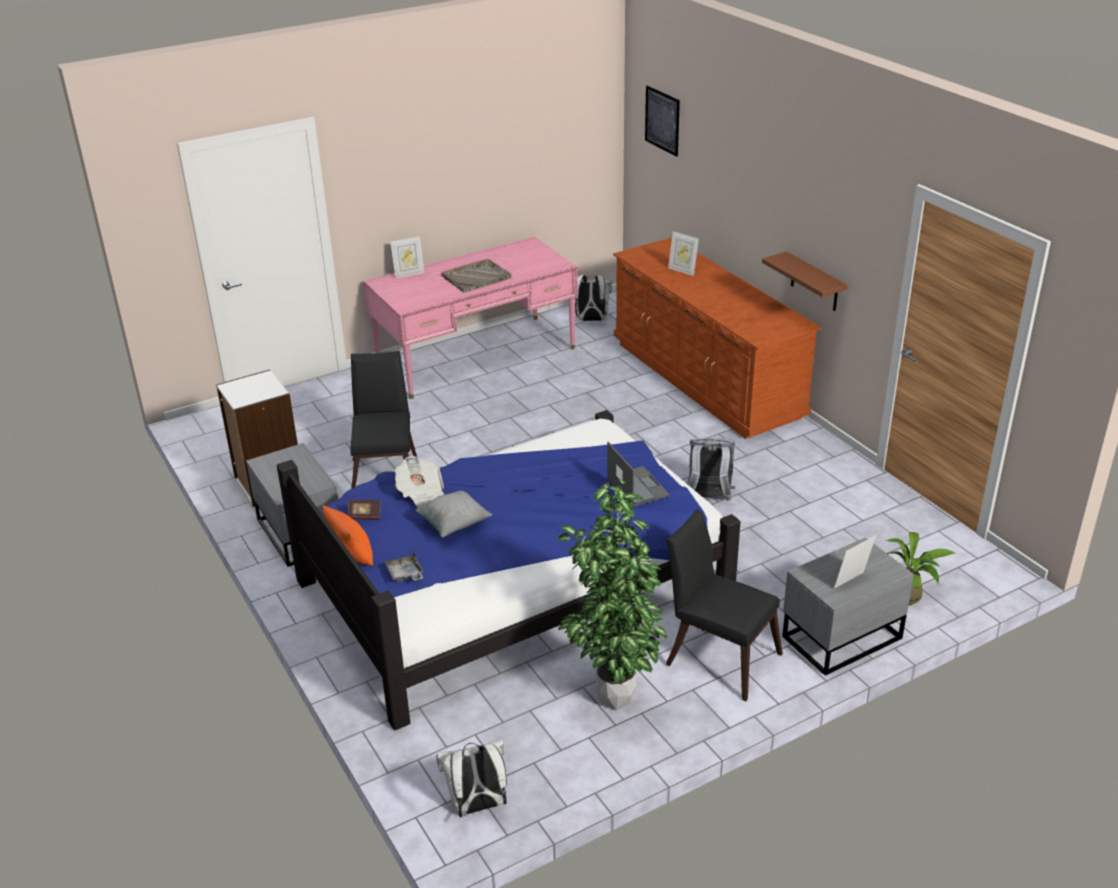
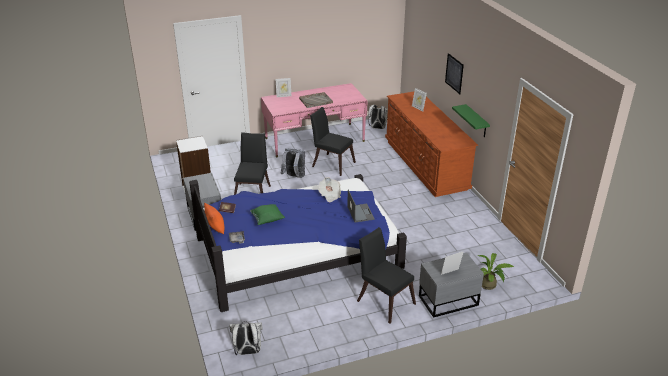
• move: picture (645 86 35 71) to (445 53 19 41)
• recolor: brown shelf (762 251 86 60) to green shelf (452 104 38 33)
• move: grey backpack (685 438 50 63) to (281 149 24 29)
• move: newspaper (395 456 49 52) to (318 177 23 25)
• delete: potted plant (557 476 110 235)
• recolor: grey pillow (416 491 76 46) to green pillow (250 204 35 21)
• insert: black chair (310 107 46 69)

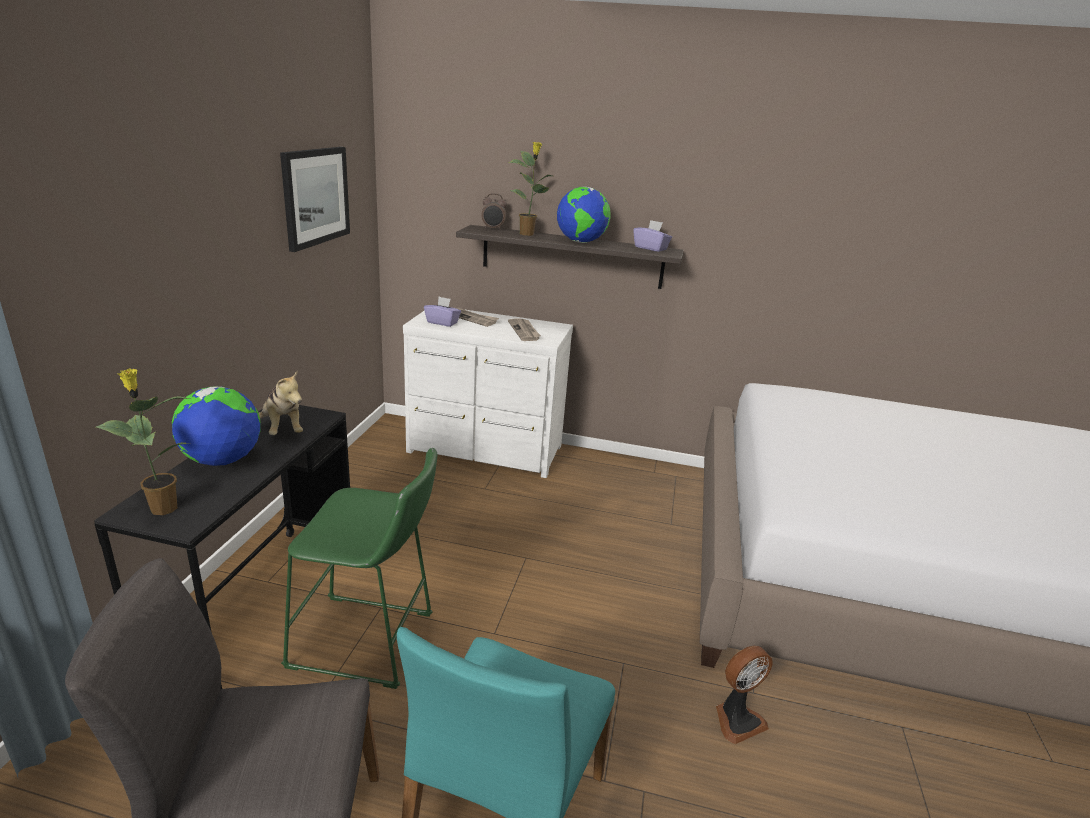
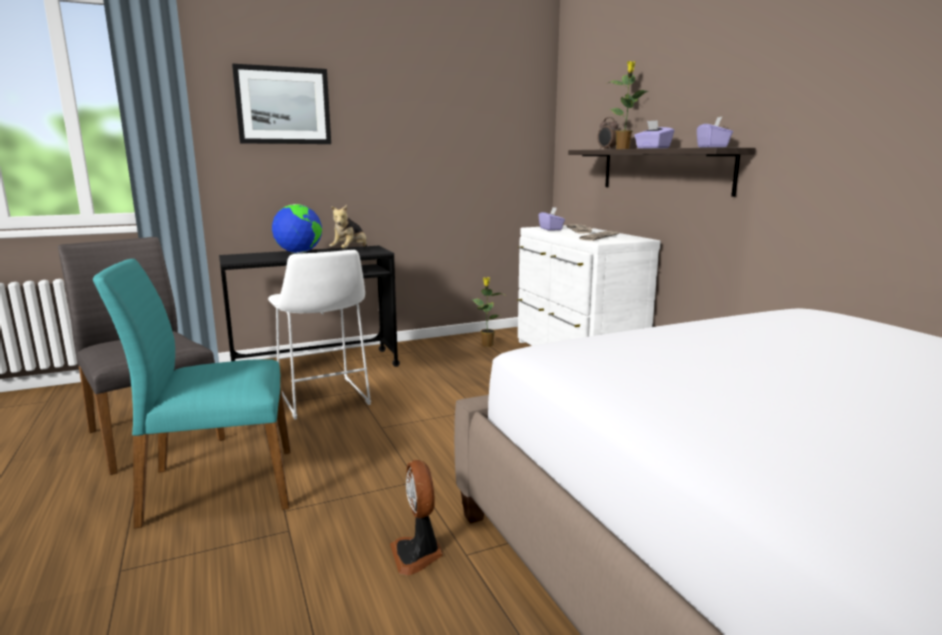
• move: picture (280 147 70 105) to (232 64 99 80)
• replace: globe (557 187 54 56) to purple tissue box (634 120 40 29)
• move: potted plant (96 368 94 147) to (472 277 32 70)
• recolor: green stool (281 448 156 241) to white stool (268 250 103 170)
• rotate: fan (716 646 57 98) = (390 460 53 116) 45 degrees clockwise

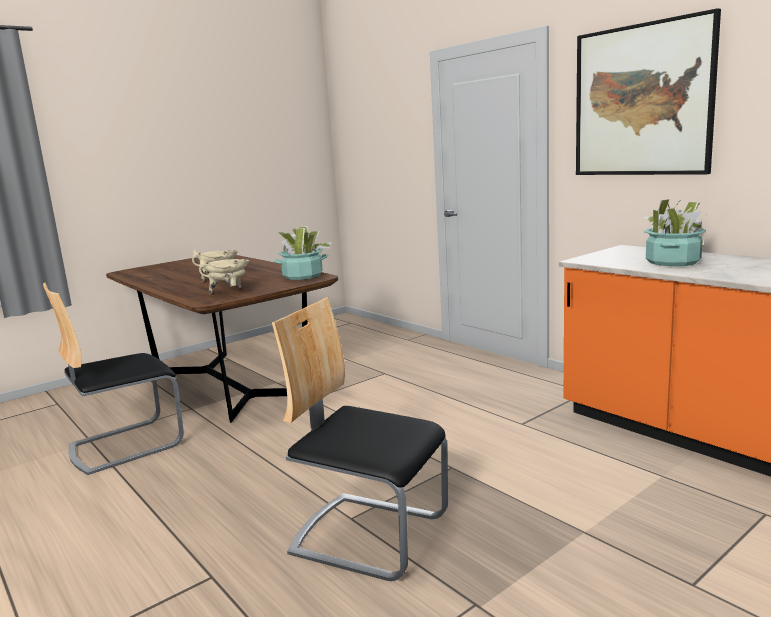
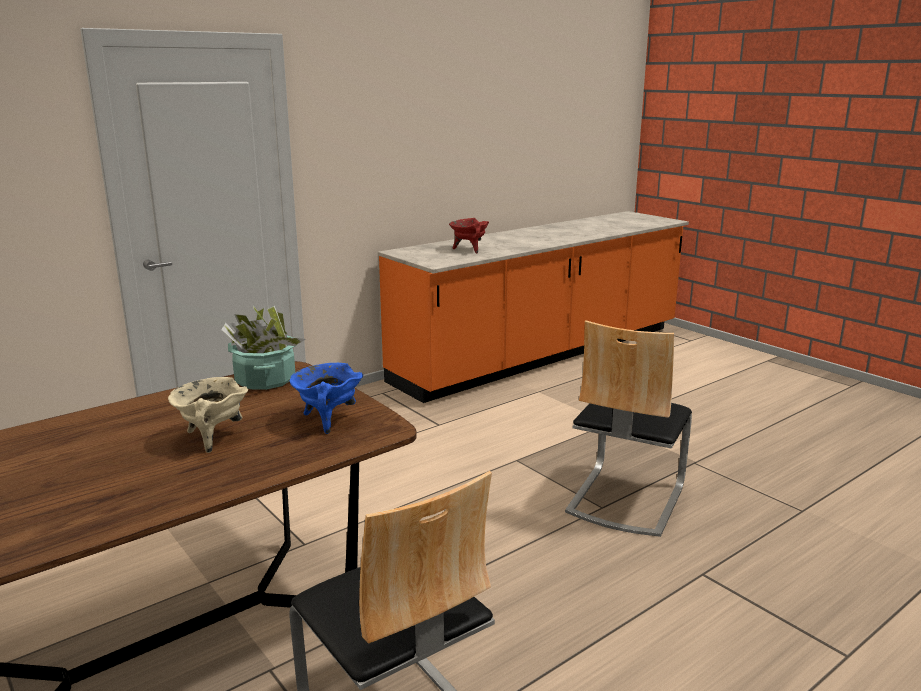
• delete: picture (576 8 145 167)
• replace: potted plant (644 199 62 67) to red cooking pot (449 218 40 35)
• recolor: beige cooking pot (199 259 50 35) to blue cooking pot (290 363 73 71)

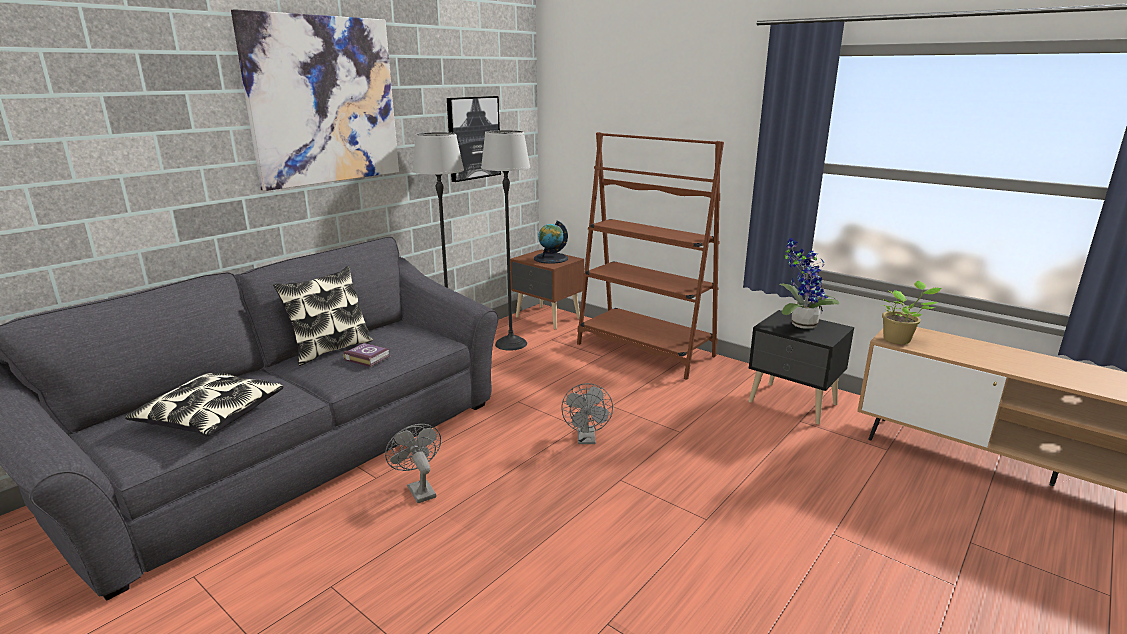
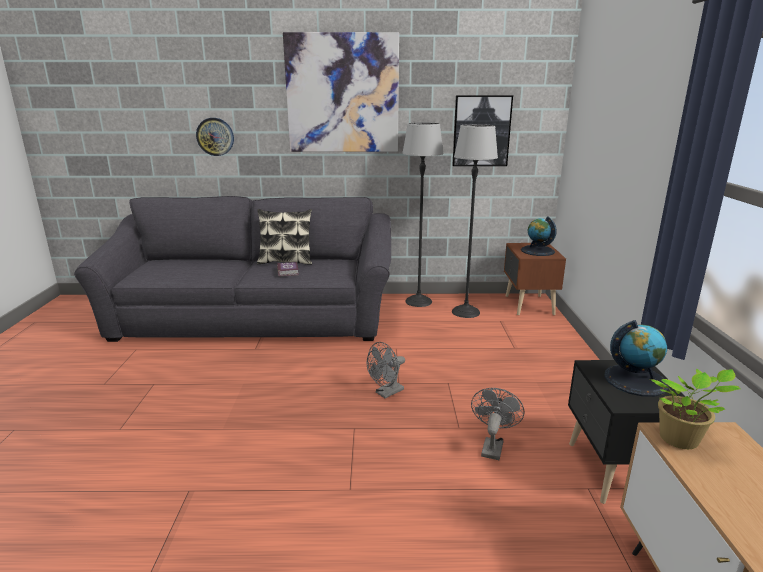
• delete: brown bookcase (577 132 147 248)
• replace: potted plant (779 238 60 91) to globe (604 320 65 77)
• delete: pillow (125 373 159 63)
• move: grey fan (385 424 56 79) to (471 388 54 72)
• insert: wall clock (196 118 38 38)

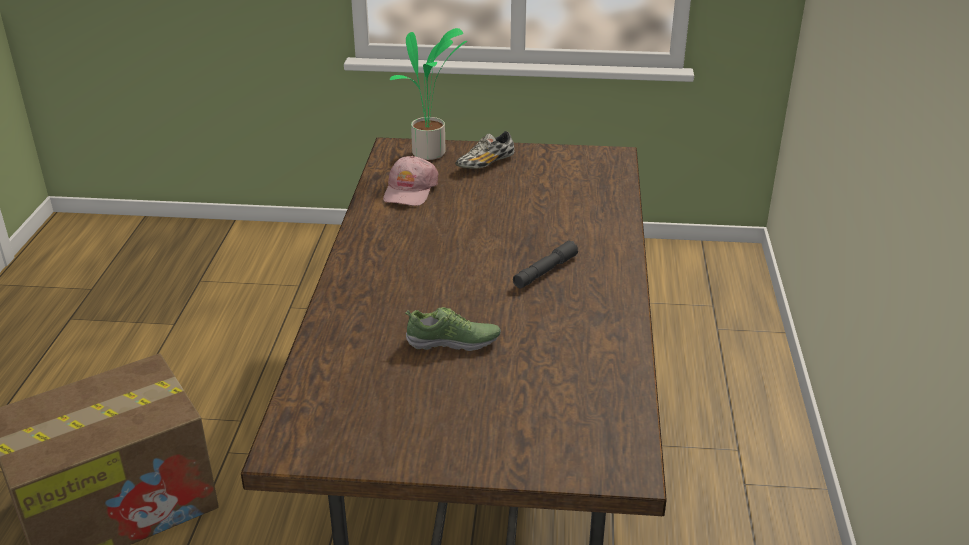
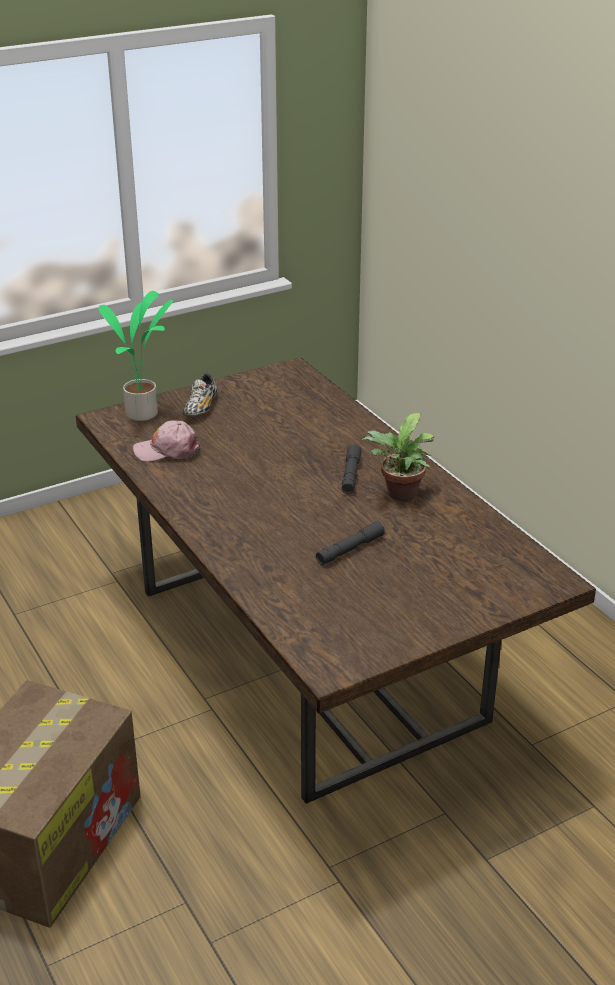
• rotate: pink cap (383 156 55 50) = (133 420 67 42) 105 degrees clockwise
• replace: shoe (405 307 96 44) to grey flashlight (316 521 69 44)
• insert: potted plant (362 413 72 88)

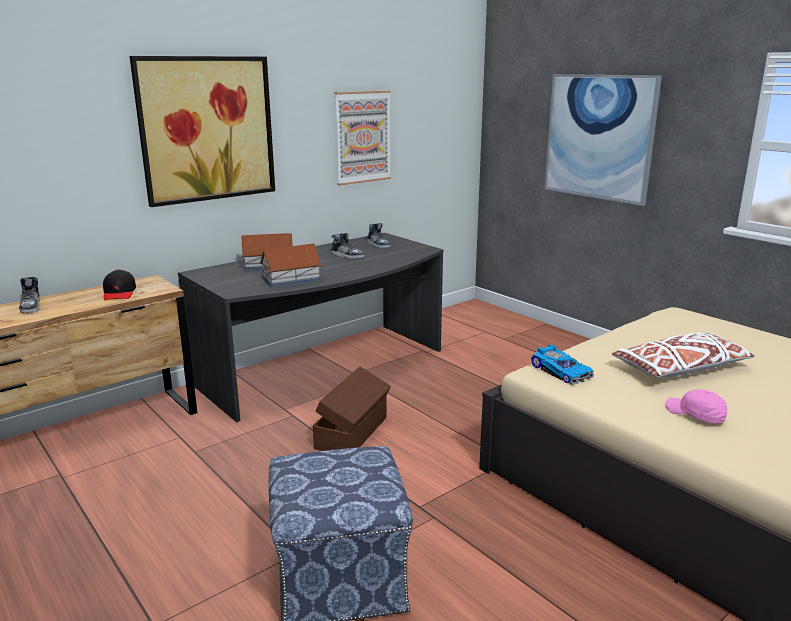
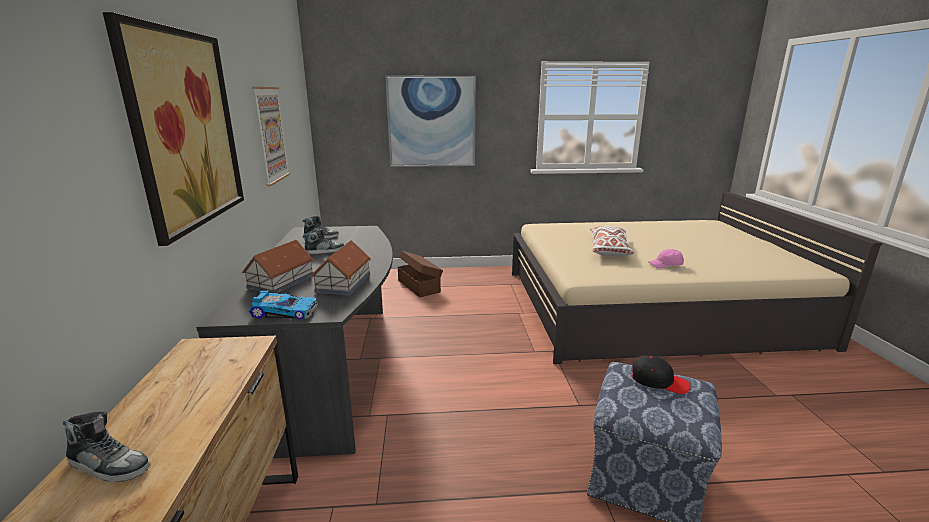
• move: black cap (103 269 33 32) to (632 355 59 39)
• move: toy car (531 344 63 41) to (249 291 69 28)
• move: brown storage box (313 367 78 84) to (398 251 45 46)

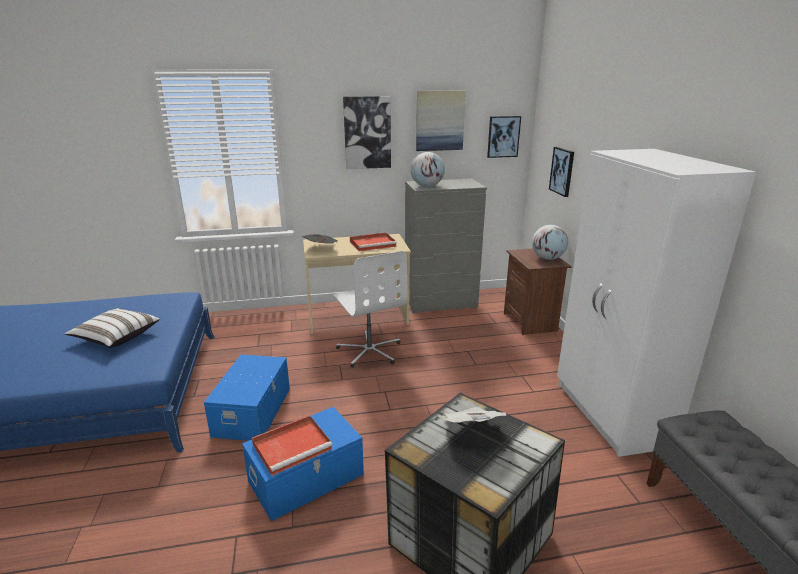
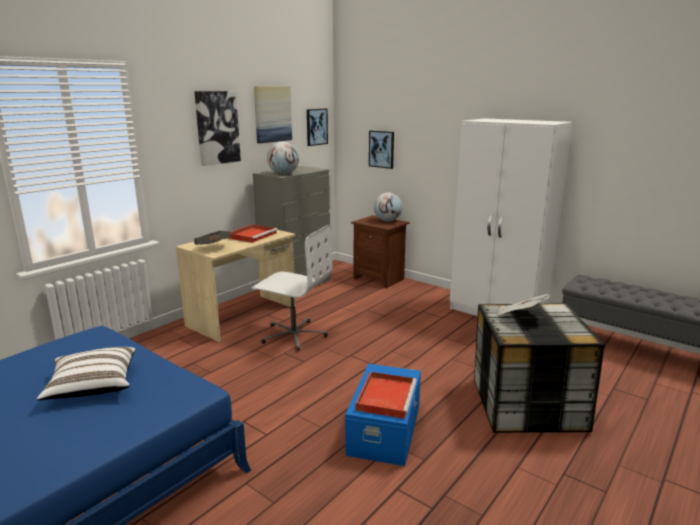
• delete: blue storage box (204 354 86 87)

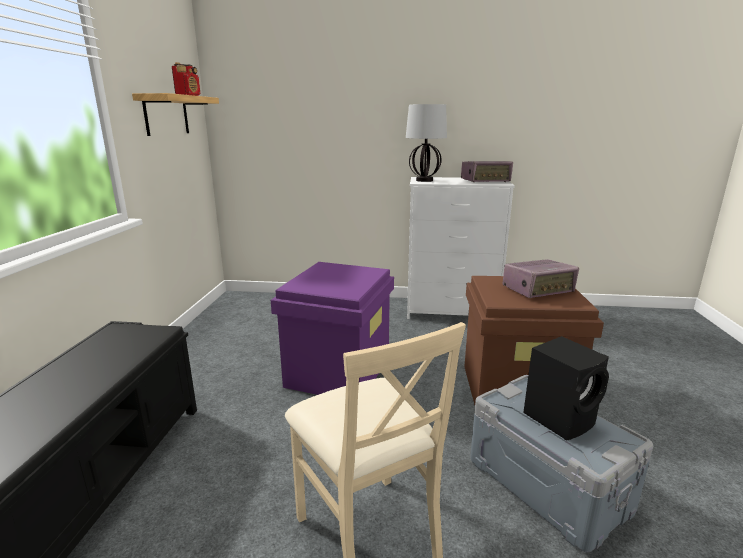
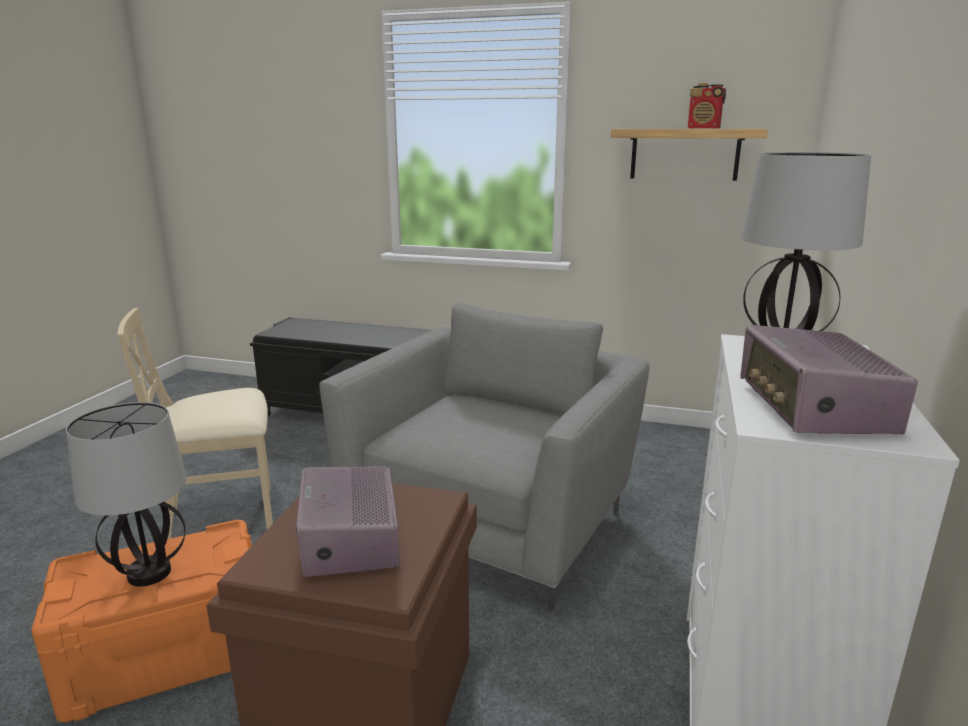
• replace: purple storage box (271 262 123 133) to grey armchair (319 303 331 308)
• replace: black speaker (523 336 86 105) to table lamp (66 402 120 185)
• recolor: grey storage box (470 375 183 178) to orange storage box (31 520 221 202)

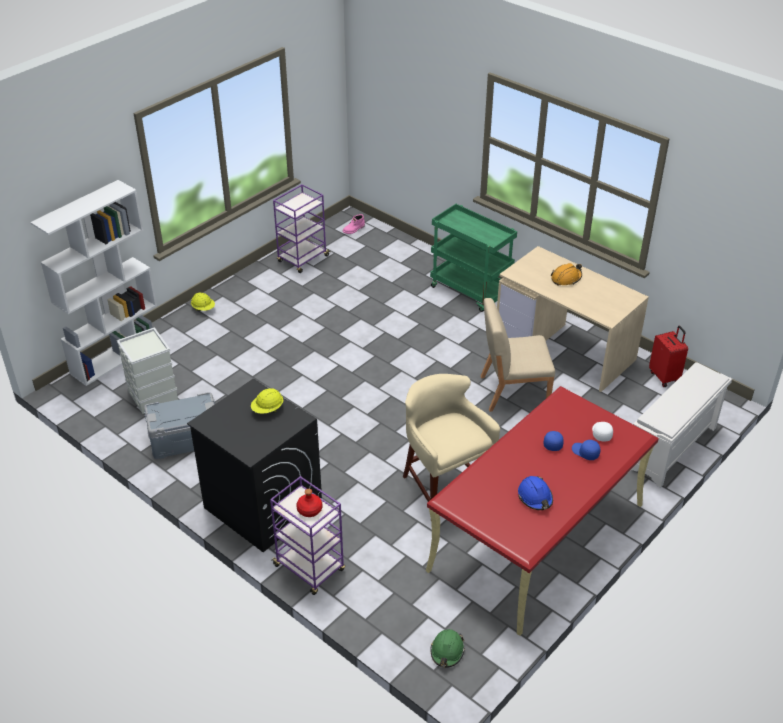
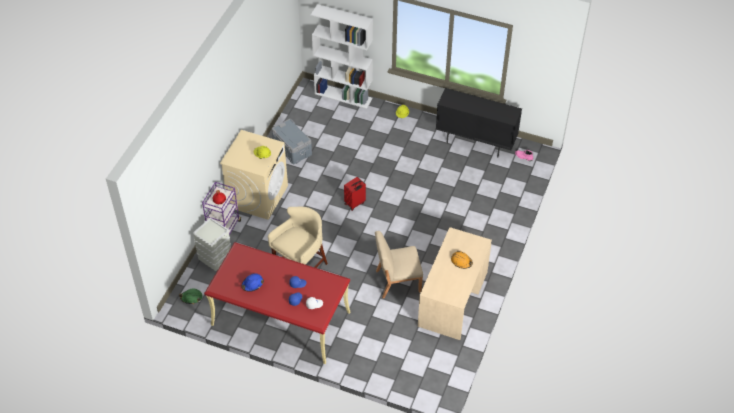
• replace: purple cart (273 184 57 89) to black cabinet (436 88 86 69)
• delete: green cart (430 204 87 108)
• rotate: beige chair (481 298 74 114) = (375 231 48 67) 75 degrees counterclockwise
• move: red suitcase (649 326 39 61) to (344 177 22 34)
• move: grey storage box (117 327 61 87) to (193 218 38 53)
• delete: white shoe rack (630 362 102 126)
• recolor: black washing machine (187 379 135 173) to beige washing machine (220 130 68 90)

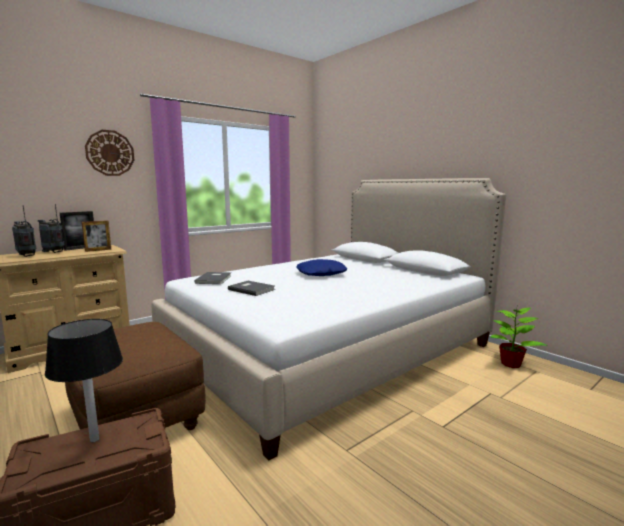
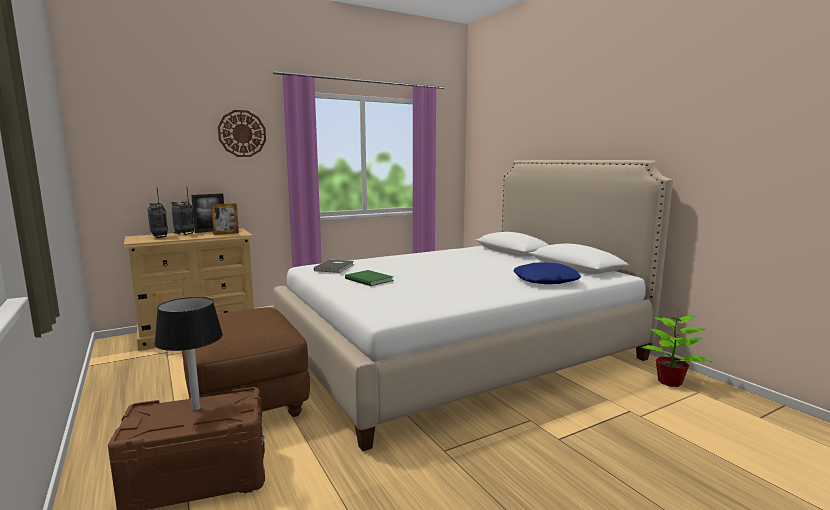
• move: blue pillow (296 259 51 17) to (514 262 67 22)
• recolor: grey book (228 281 47 15) to green book (345 270 49 16)

